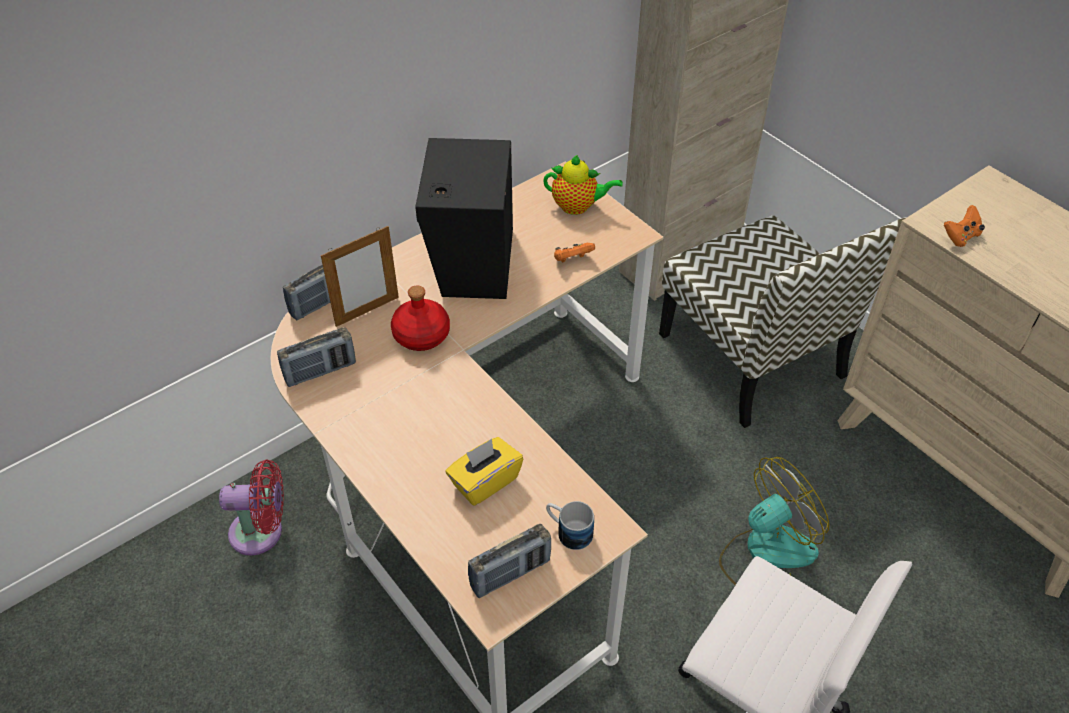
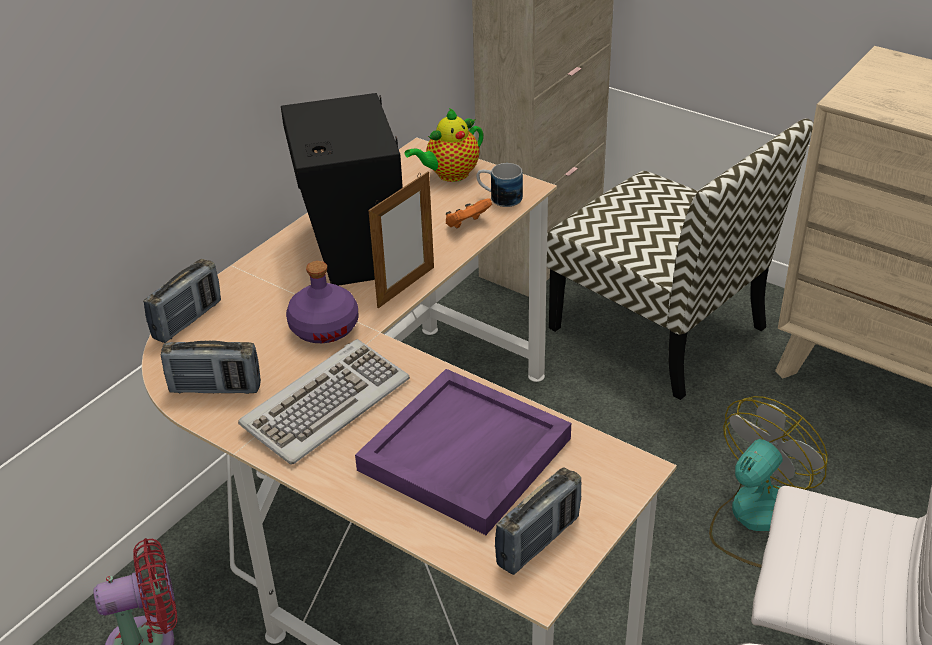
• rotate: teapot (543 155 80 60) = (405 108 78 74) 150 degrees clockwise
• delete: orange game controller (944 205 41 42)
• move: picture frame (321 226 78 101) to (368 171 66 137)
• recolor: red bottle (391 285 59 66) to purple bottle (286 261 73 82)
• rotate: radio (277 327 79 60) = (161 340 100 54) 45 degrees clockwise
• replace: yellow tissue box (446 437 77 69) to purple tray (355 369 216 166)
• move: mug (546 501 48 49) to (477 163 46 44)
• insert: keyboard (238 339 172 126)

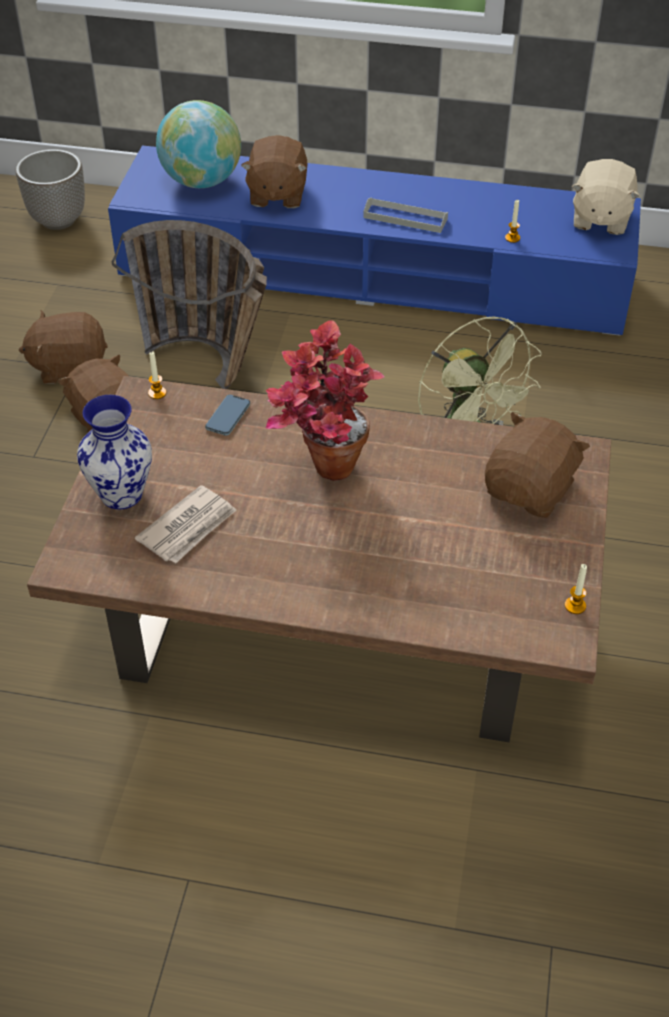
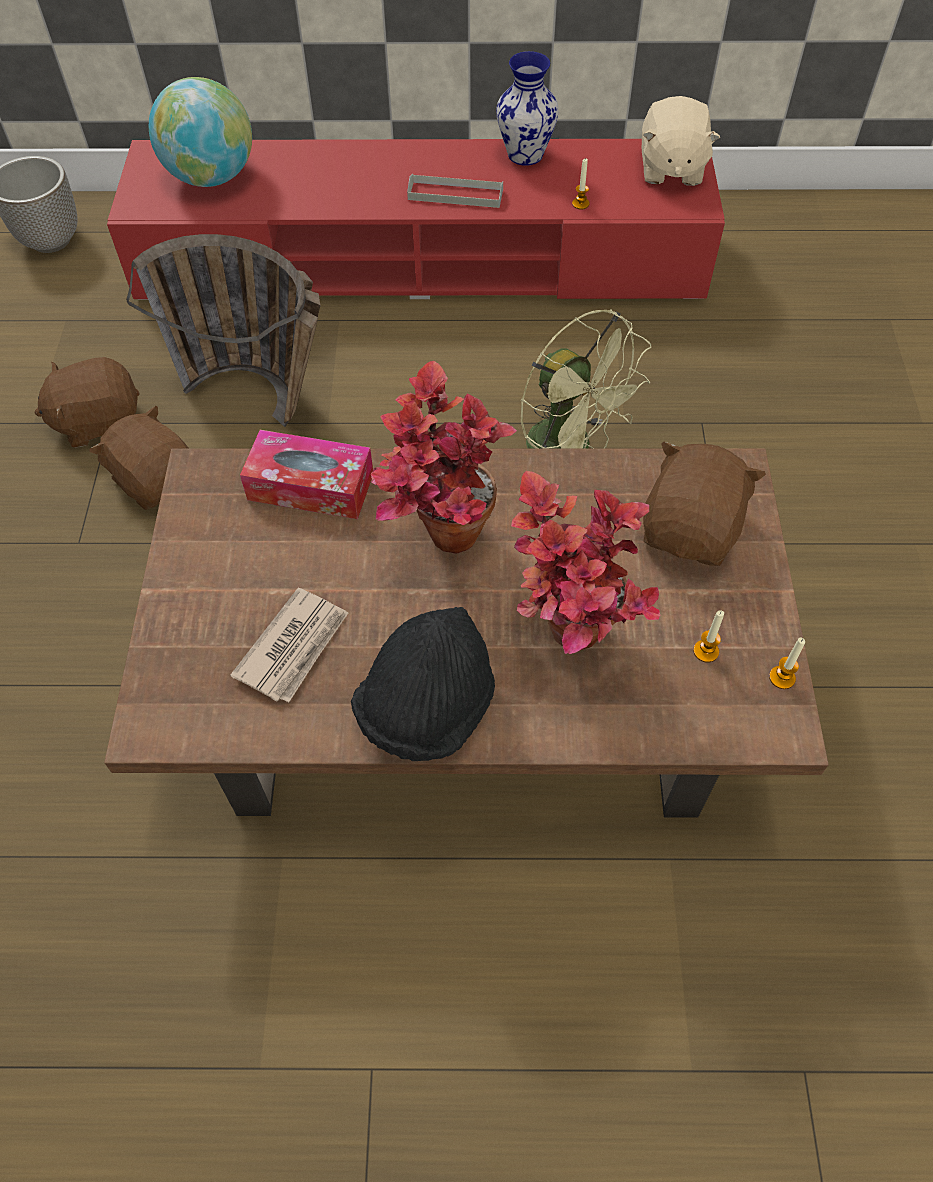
• delete: brown plush toy (241 135 66 73)
• recolor: blue tv stand (108 145 533 191) to red tv stand (107 139 618 161)
• move: candle (148 351 18 48) to (693 610 31 53)
• replace: phone (205 394 45 42) to tissue box (240 430 133 89)
• move: vase (77 395 75 115) to (496 51 63 115)
• insert: potted plant (511 471 149 183)
• insert: black hat (351 607 144 154)

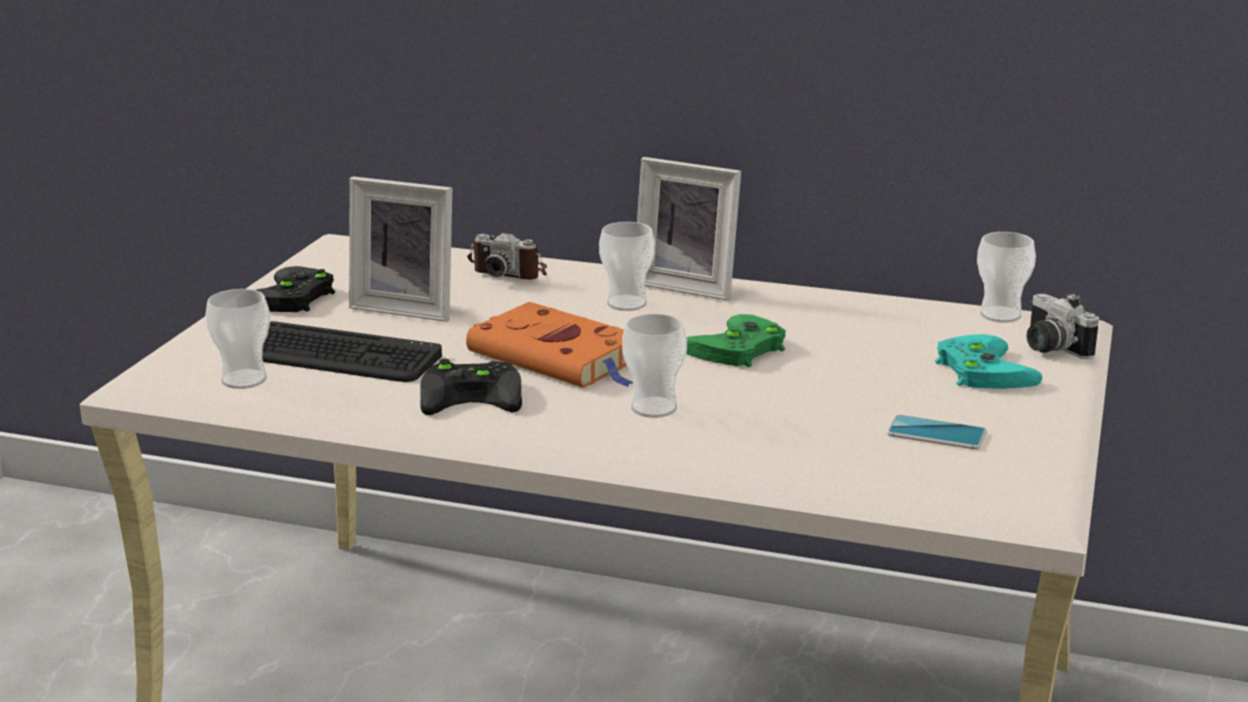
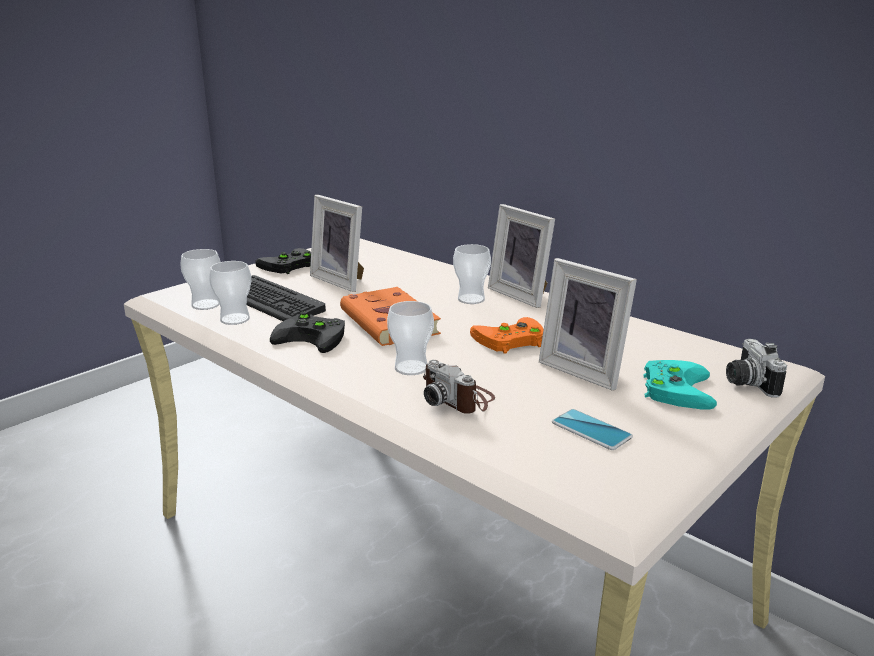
• move: cup (977 232 59 90) to (209 261 42 64)
• move: photo camera (467 233 80 47) to (423 360 72 54)
• recolor: green game controller (686 314 100 53) to orange game controller (470 317 74 37)
• insert: picture frame (539 258 98 133)

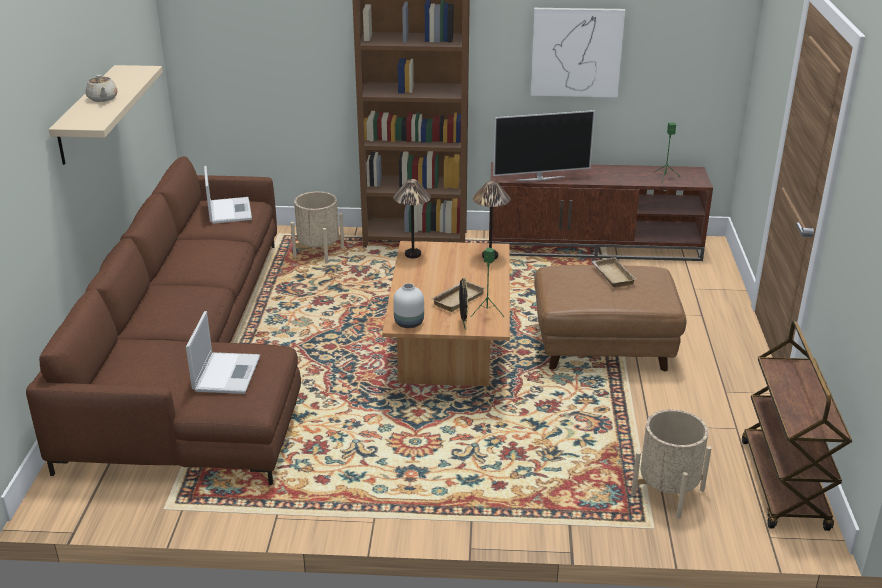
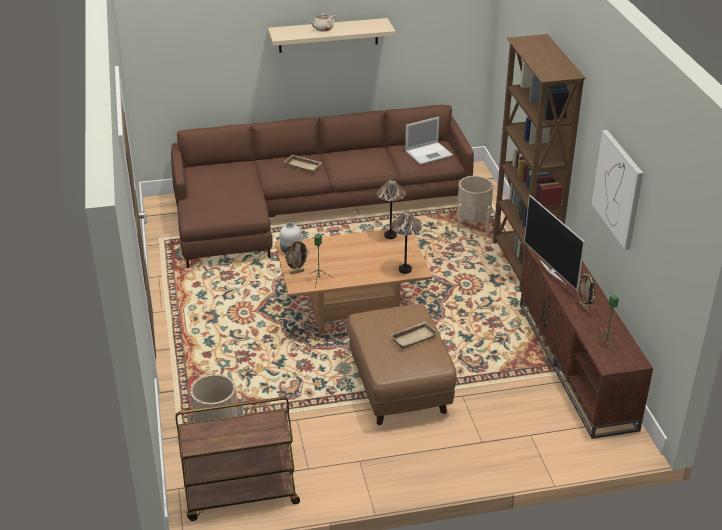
• move: beige tray (431 281 55 31) to (284 154 38 19)
• delete: laptop (186 311 74 83)
• insert: picture frame (578 273 17 39)

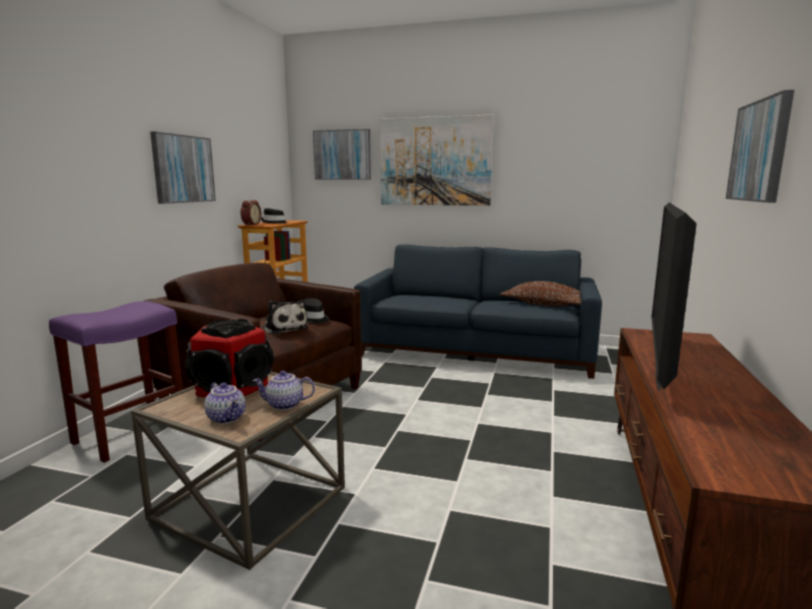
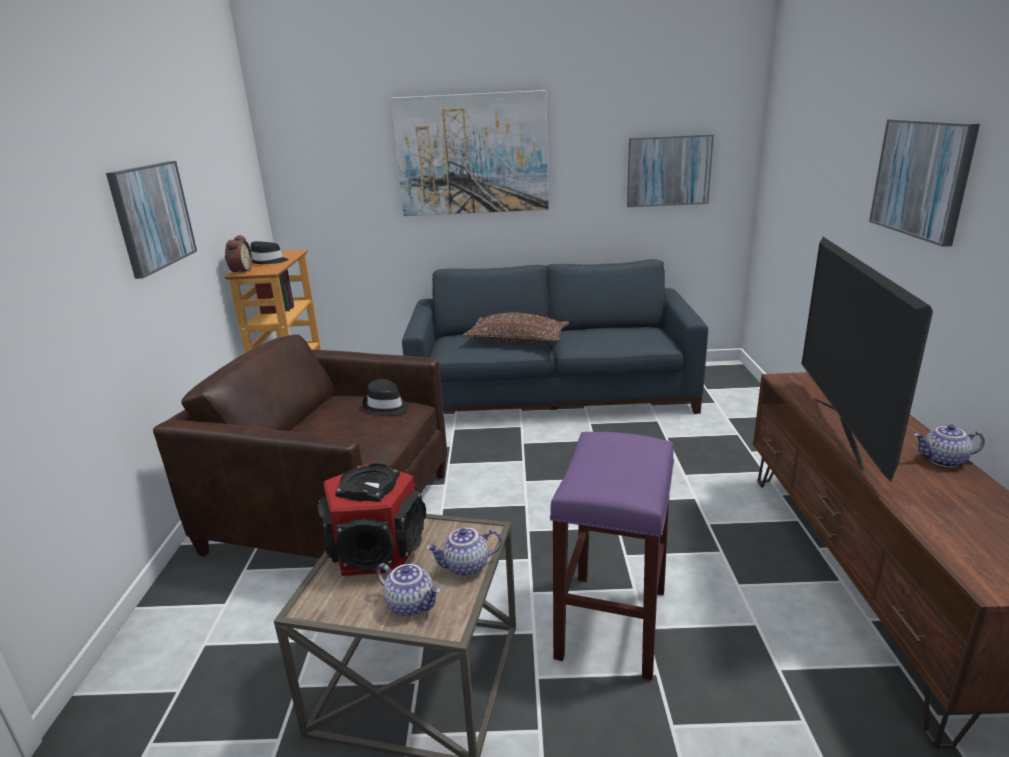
• move: picture (313 129 58 51) to (627 134 87 73)
• move: brown pillow (500 281 81 26) to (462 313 107 31)
• delete: plush toy (263 300 45 34)
• move: purple stool (49 301 134 162) to (550 432 124 248)
• insert: teapot (914 425 71 43)

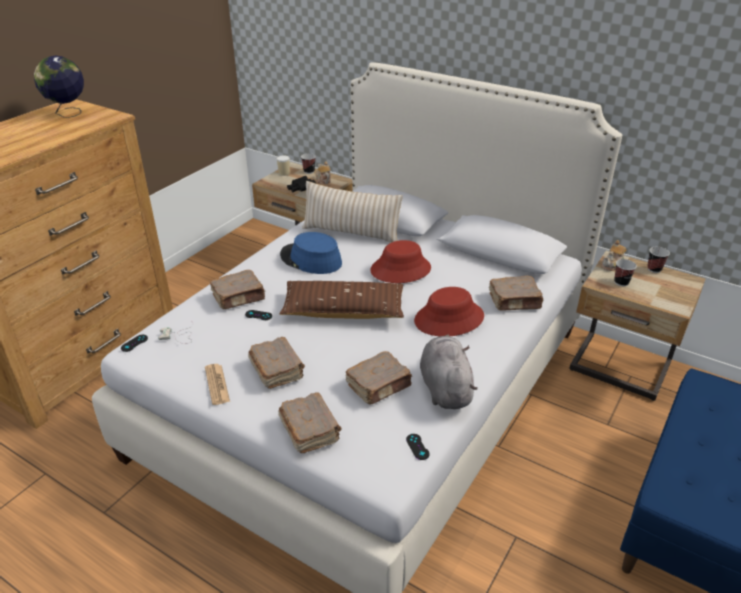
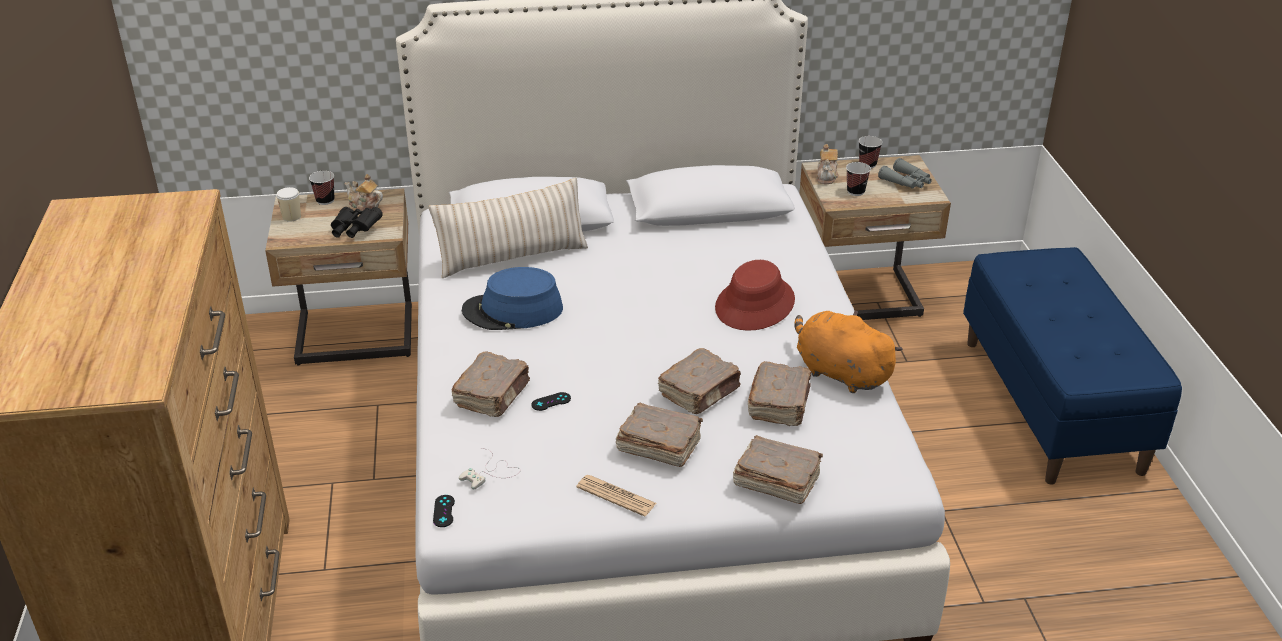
• delete: globe (34 56 50 62)
• delete: red hat (370 240 61 43)
• move: brown book (489 276 55 34) to (658 348 83 66)
• delete: brown pillow (279 281 125 38)
• recolor: grey plush toy (420 335 58 74) to orange plush toy (794 310 109 83)
• delete: black game controller (406 434 24 26)
• insert: grey binoculars (878 158 54 31)

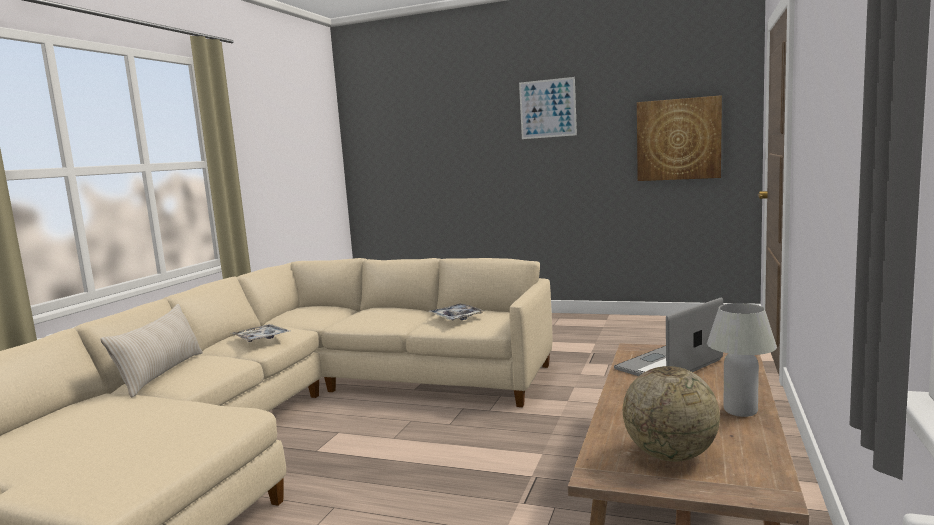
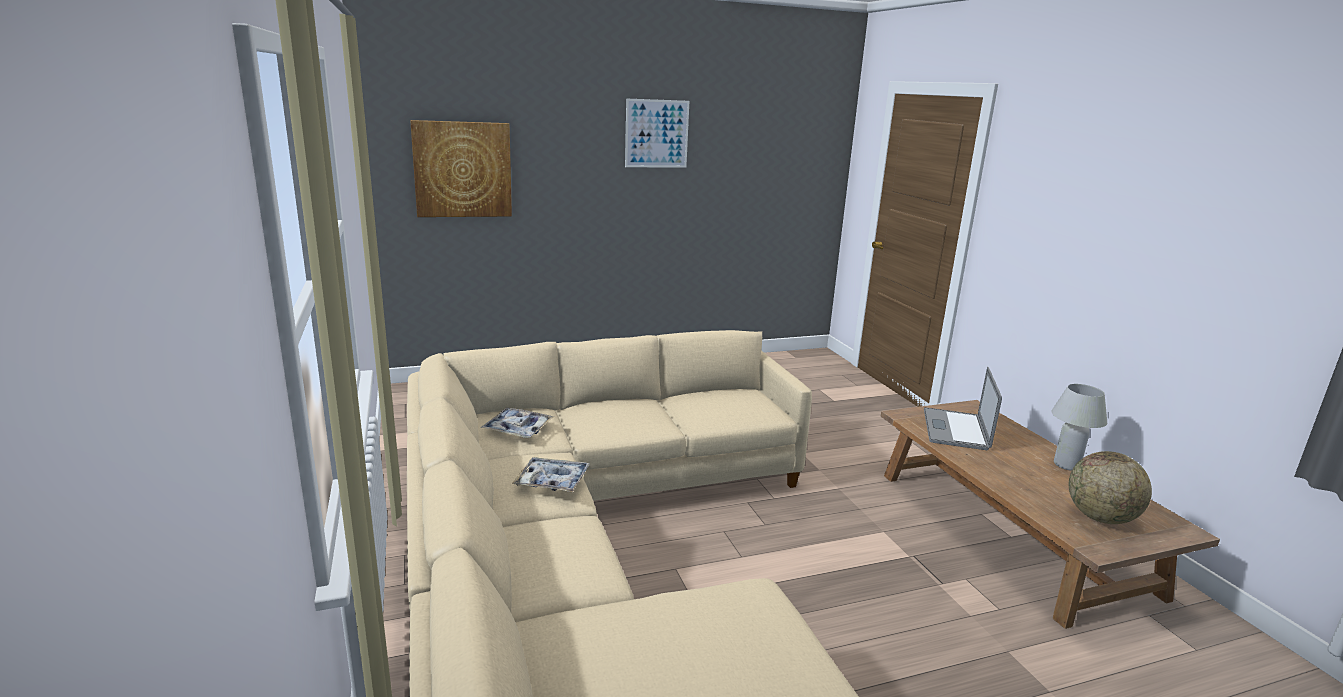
• move: picture (637 95 85 86) to (410 120 102 97)
• delete: beige pillow (100 304 103 94)
• move: tray (428 304 56 17) to (481 408 73 30)

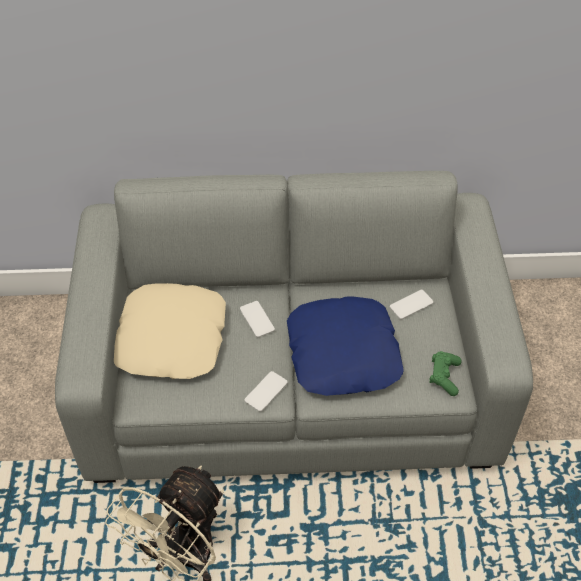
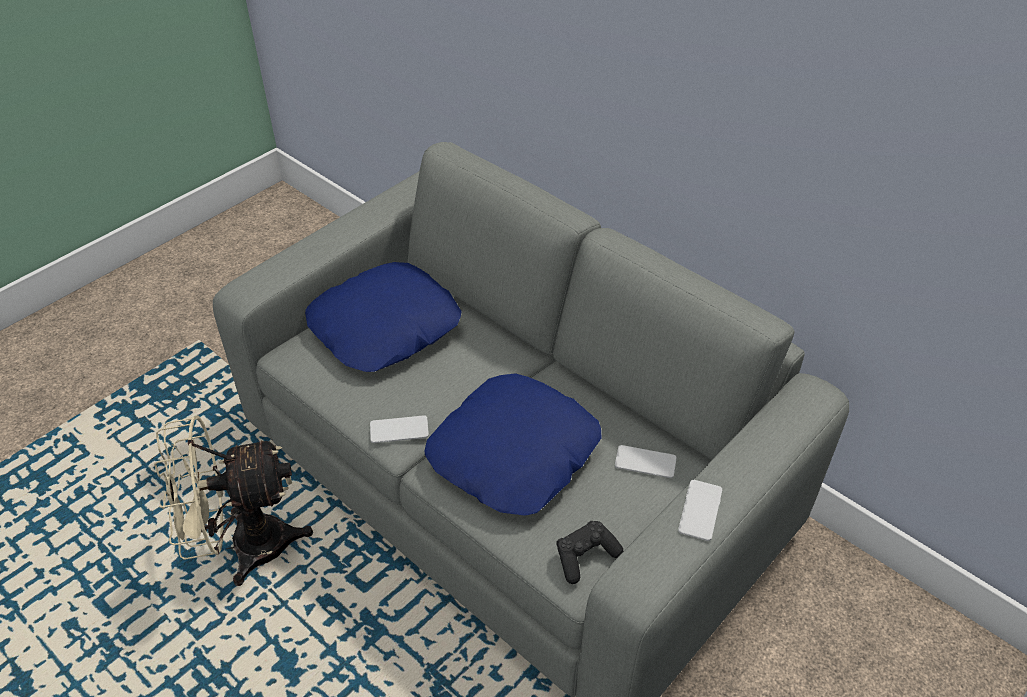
• recolor: beige pillow (114 283 112 96) to blue pillow (305 262 157 110)
• move: phone (240 301 35 36) to (678 480 44 61)
• recolor: green game controller (429 351 33 45) to black game controller (556 521 67 63)

